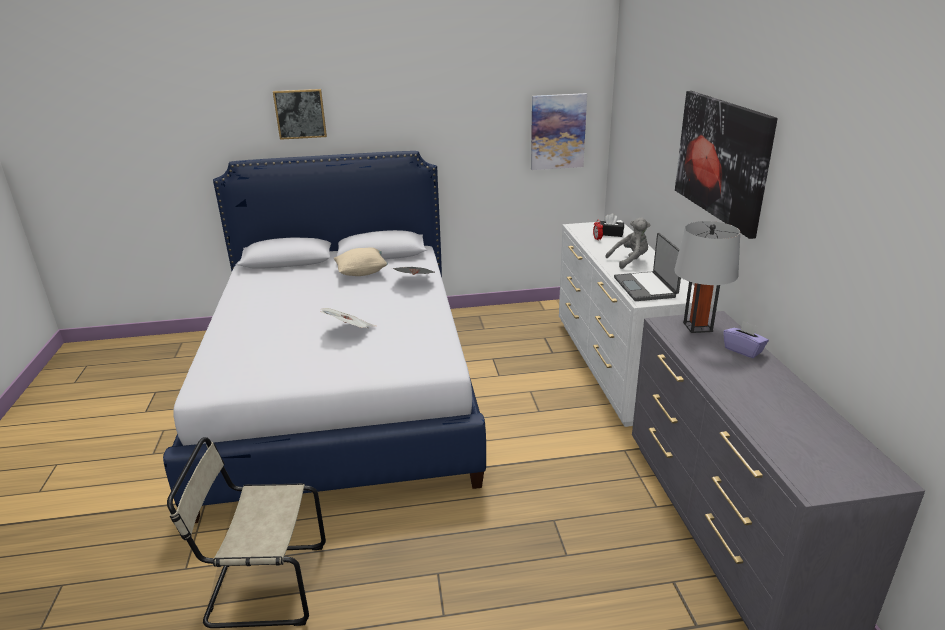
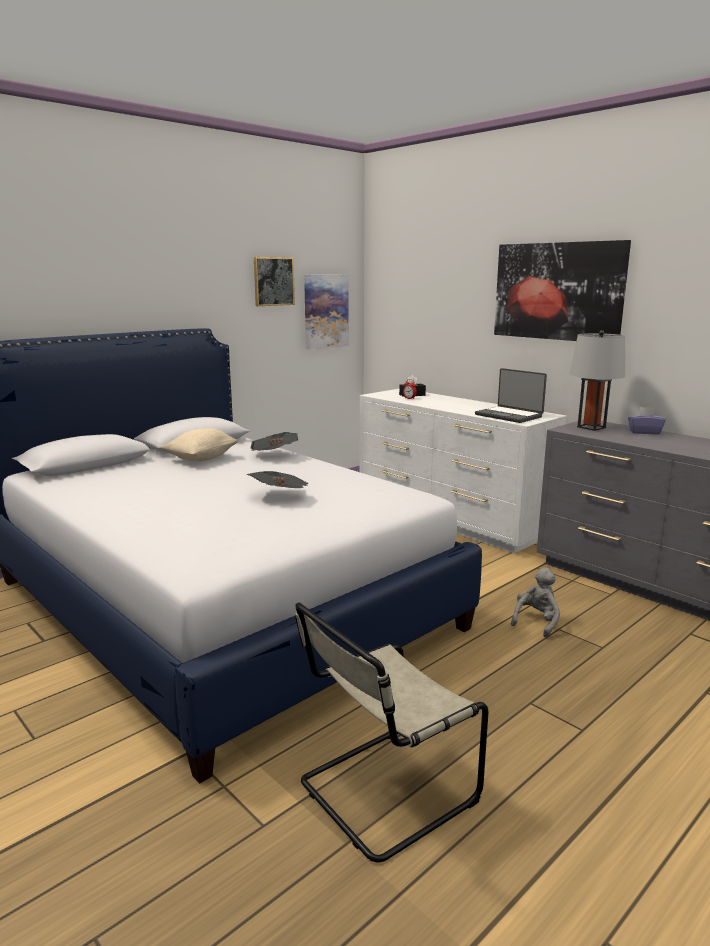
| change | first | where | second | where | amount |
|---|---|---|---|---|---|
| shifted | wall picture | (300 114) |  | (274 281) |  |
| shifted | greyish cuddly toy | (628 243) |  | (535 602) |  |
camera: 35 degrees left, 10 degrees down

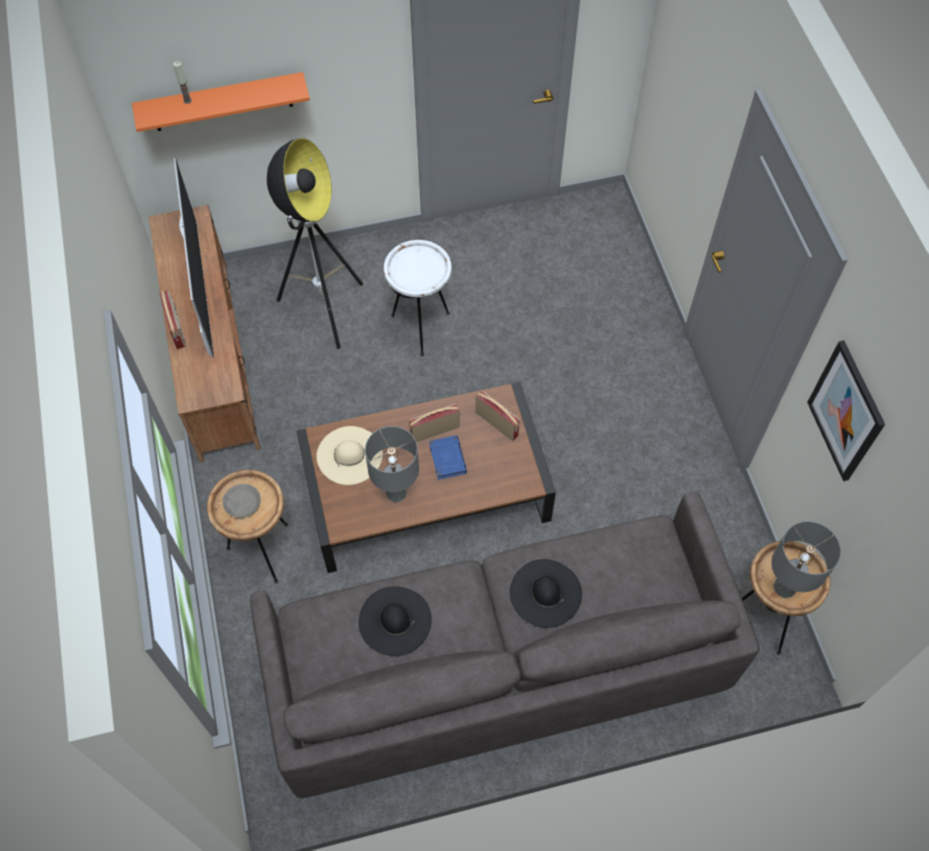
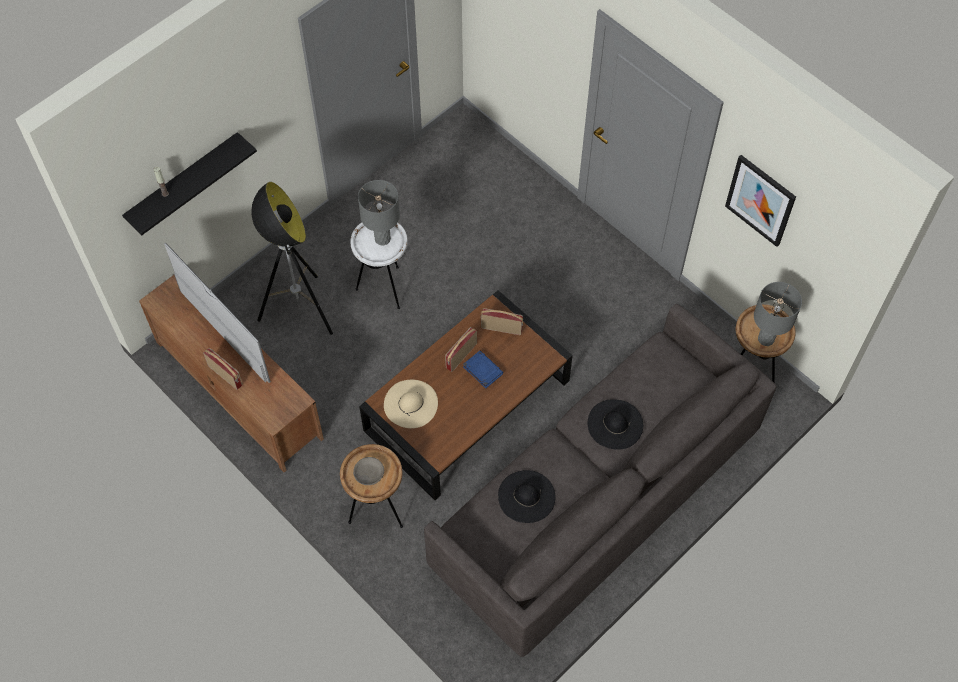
| change | first | where | second | where | amount |
|---|---|---|---|---|---|
| shifted | greyish tabletop lamp | (392 464) |  | (379 213) |  |
| repainted | orangey wall shelf | (221 102) | blackish wall shelf | (189 183) |  |
camera: 30 degrees left, 0 degrees up

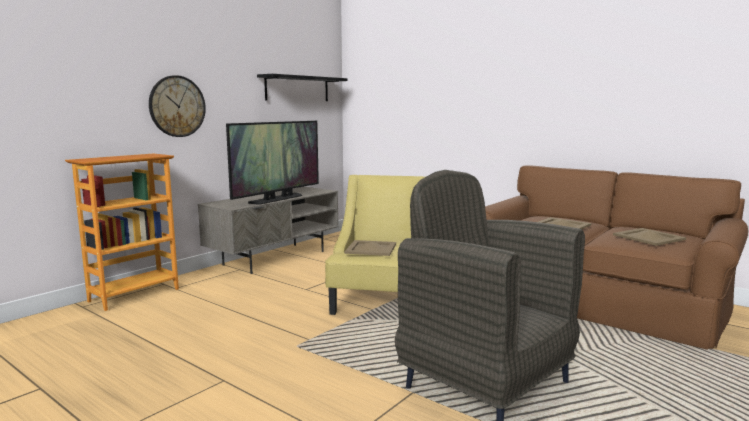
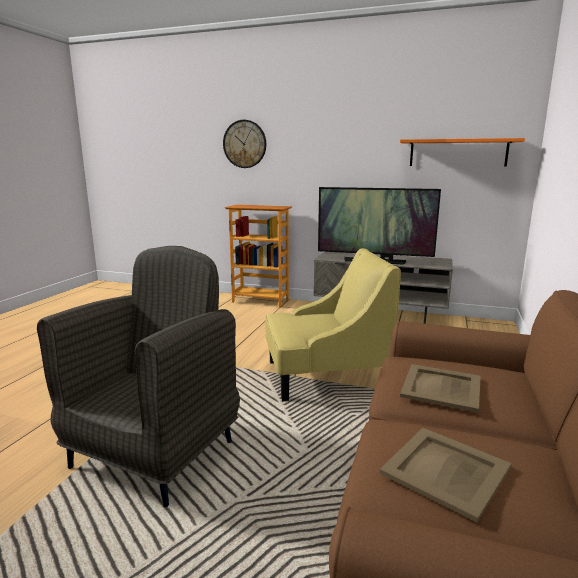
| change | first | where | second | where | amount |
|---|---|---|---|---|---|
| gone | beige-coloured serving tray | (370 248) |  |  |  |
| shifted | hanging clock | (177 106) |  | (244 144) |  |
| repainted | blackish wall shelf | (302 87) | orangey wall shelf | (462 152) |  |
camera: 70 degrees right, 5 degrees up

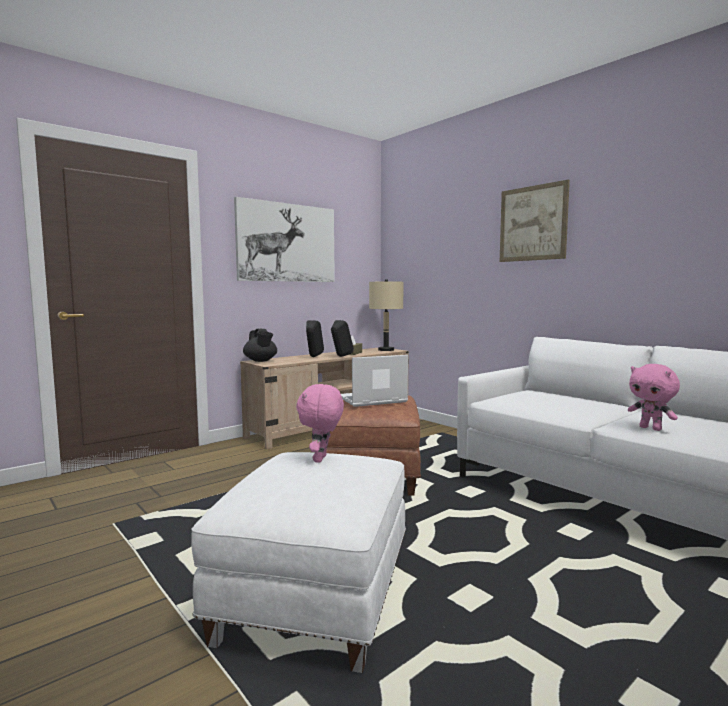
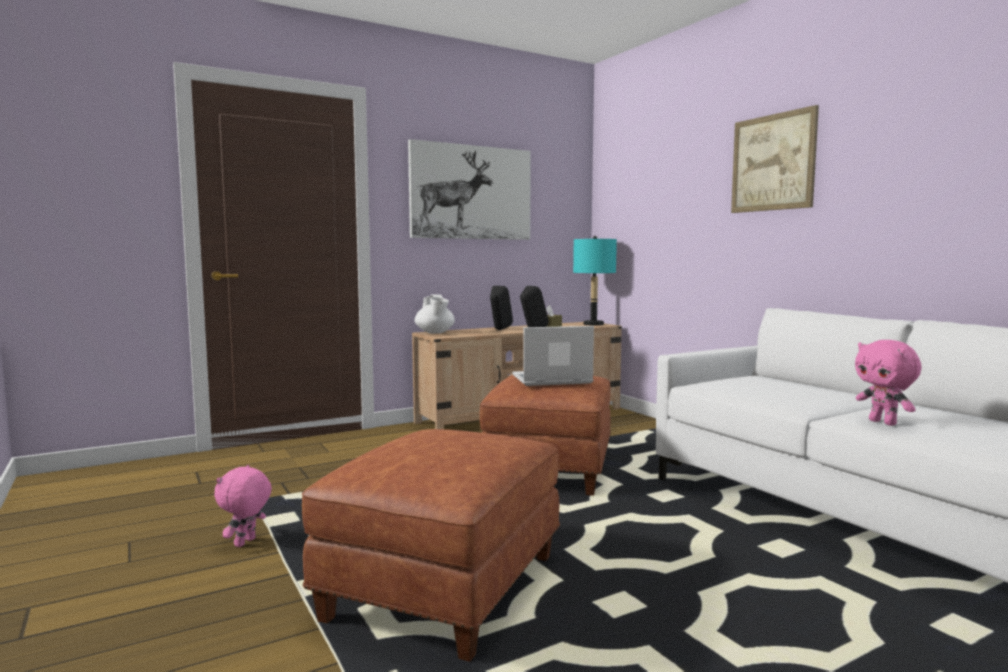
| change | first | where | second | where | amount |
|---|---|---|---|---|---|
| shifted | pink-coloured cuddly toy | (320 423) |  | (243 506) |  |
| repainted | white ottoman | (298 562) | brown-coloured ottoman | (431 545) |  |
| repainted | blackish tea pot | (260 345) | white tea pot | (435 313) |  |
| repainted | beige-coloured tabletop lamp | (386 315) | blue-green tabletop lamp | (595 281) |  |
camera: 10 degrees right, 0 degrees up

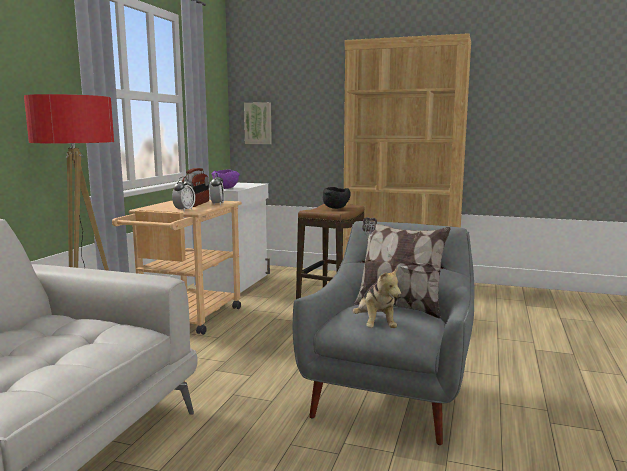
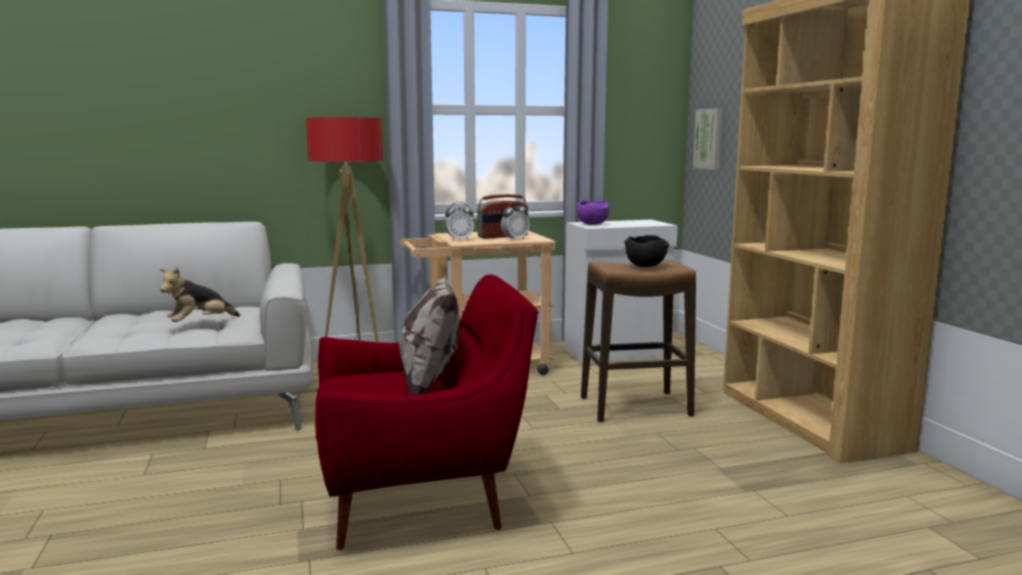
| change | first | where | second | where | amount |
|---|---|---|---|---|---|
| shifted | cuddly toy | (377 297) |  | (200 294) |  |
| repainted | greyish easy chair | (384 333) | red-coloured easy chair | (427 412) |  |
camera: 55 degrees right, 0 degrees up

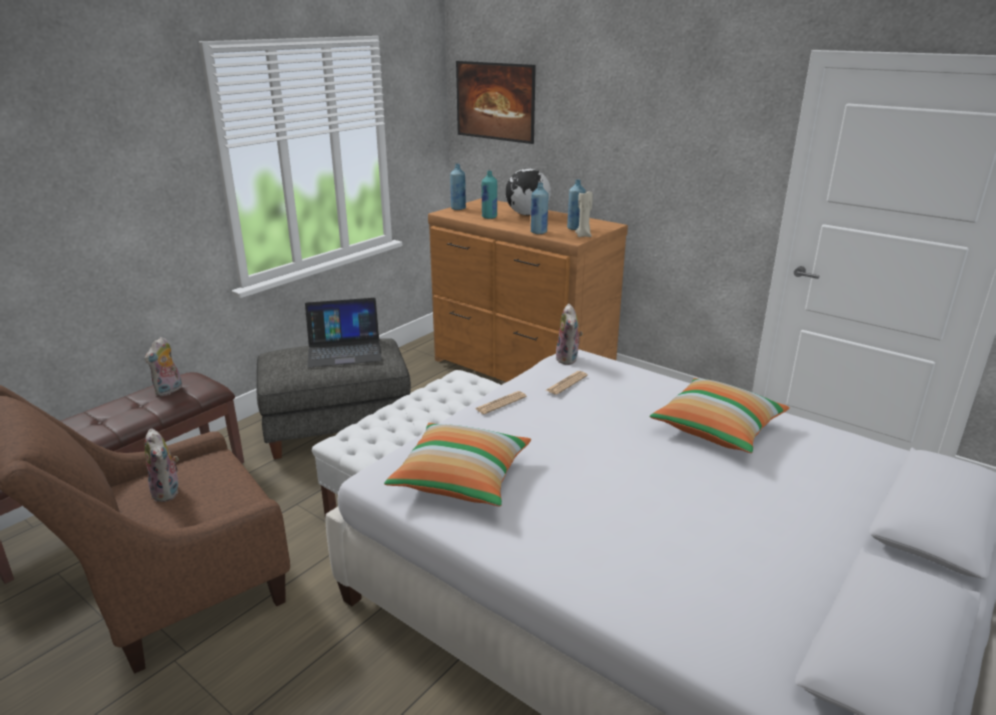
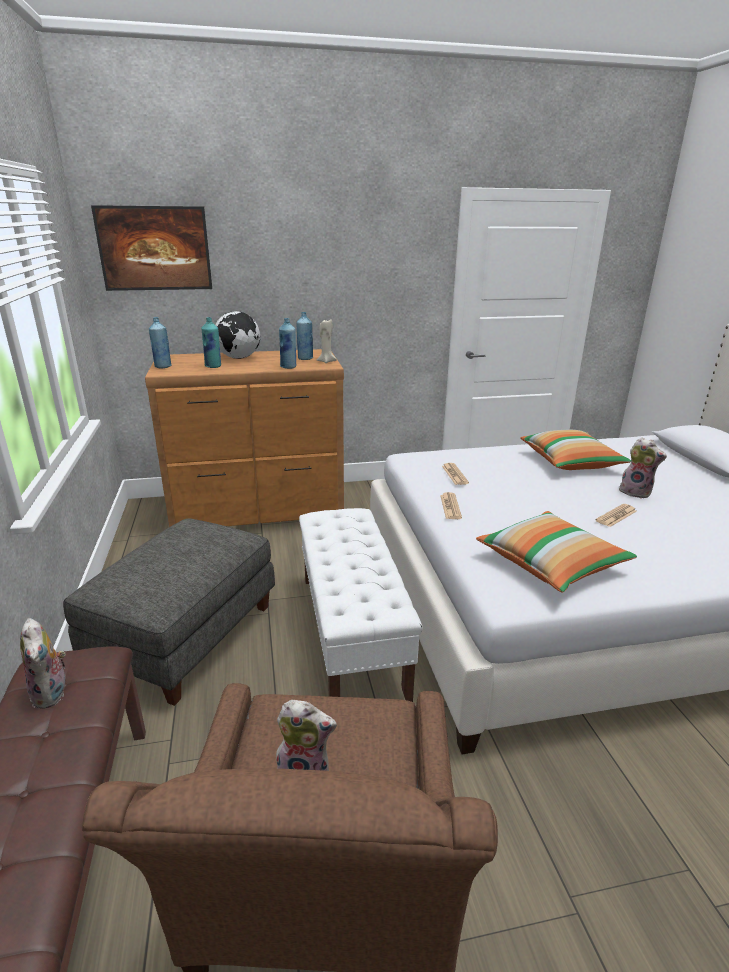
| change | first | where | second | where | amount |
|---|---|---|---|---|---|
| gone | notebook computer | (343 332) |  |  |  |
| new |  |  | printed paper | (616 515) |  |
| shifted | cuddly toy | (569 334) |  | (643 468) |  |
camera: 50 degrees left, 0 degrees up

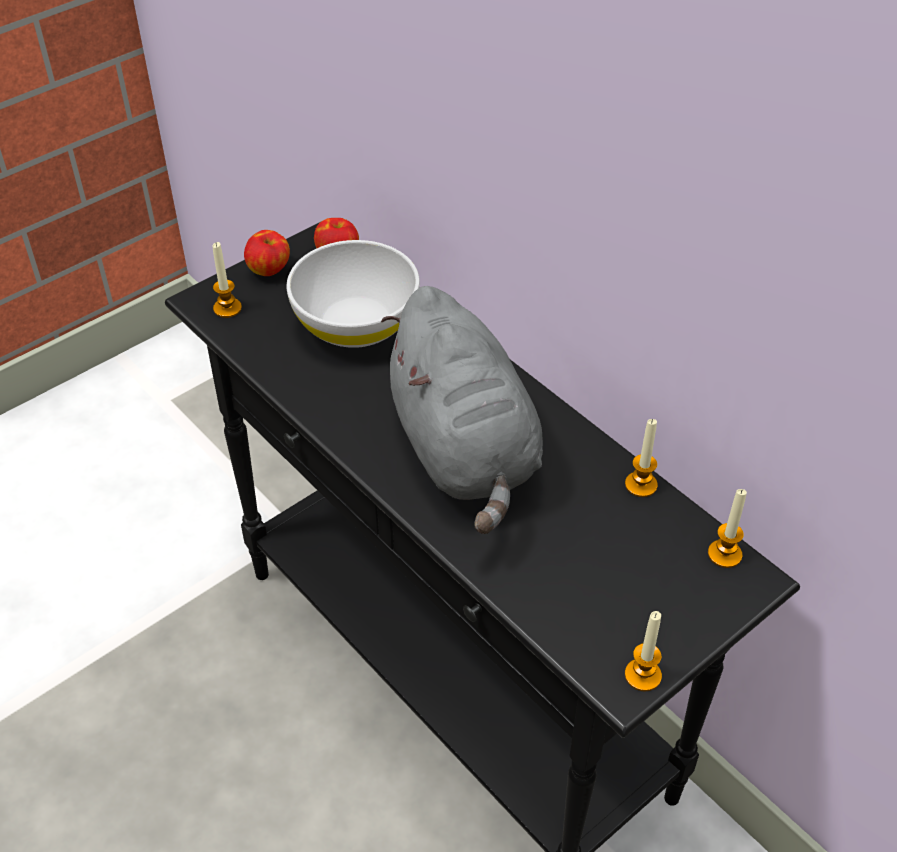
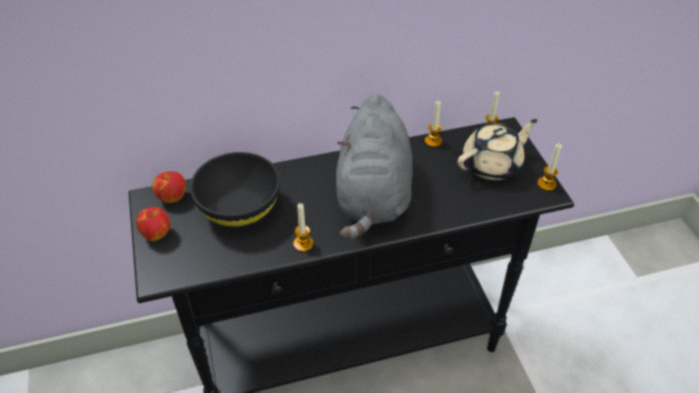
| change | first | where | second | where | amount |
|---|---|---|---|---|---|
| new |  |  | beige-coloured tea pot | (497 149) |  |
| shifted | candle | (227 280) |  | (303 227) |  |
| repainted | white bowl | (353 294) | blackish bowl | (235 189) |  |
| rotated | greyish cuddly toy | (462 410) |  | (374 167) | 90 degrees clockwise |
camera: 65 degrees left, 0 degrees up

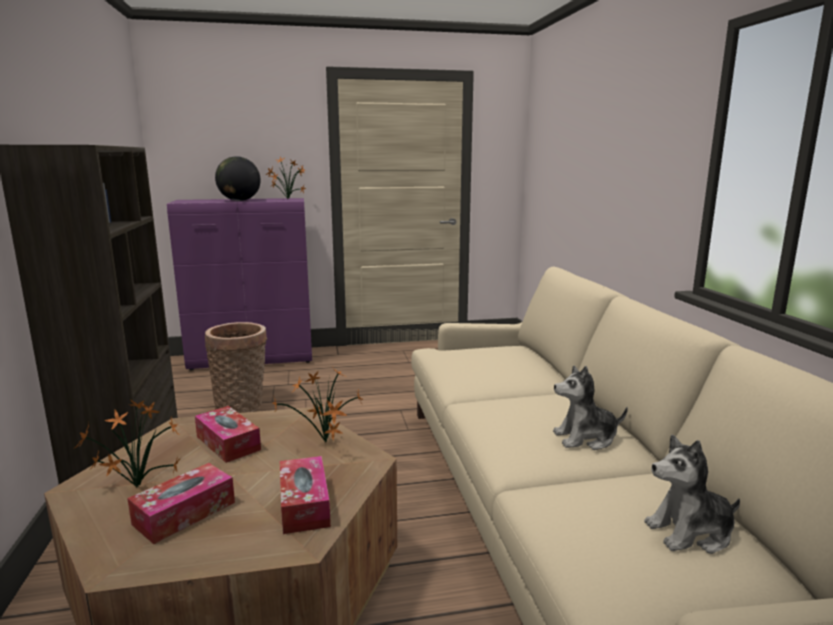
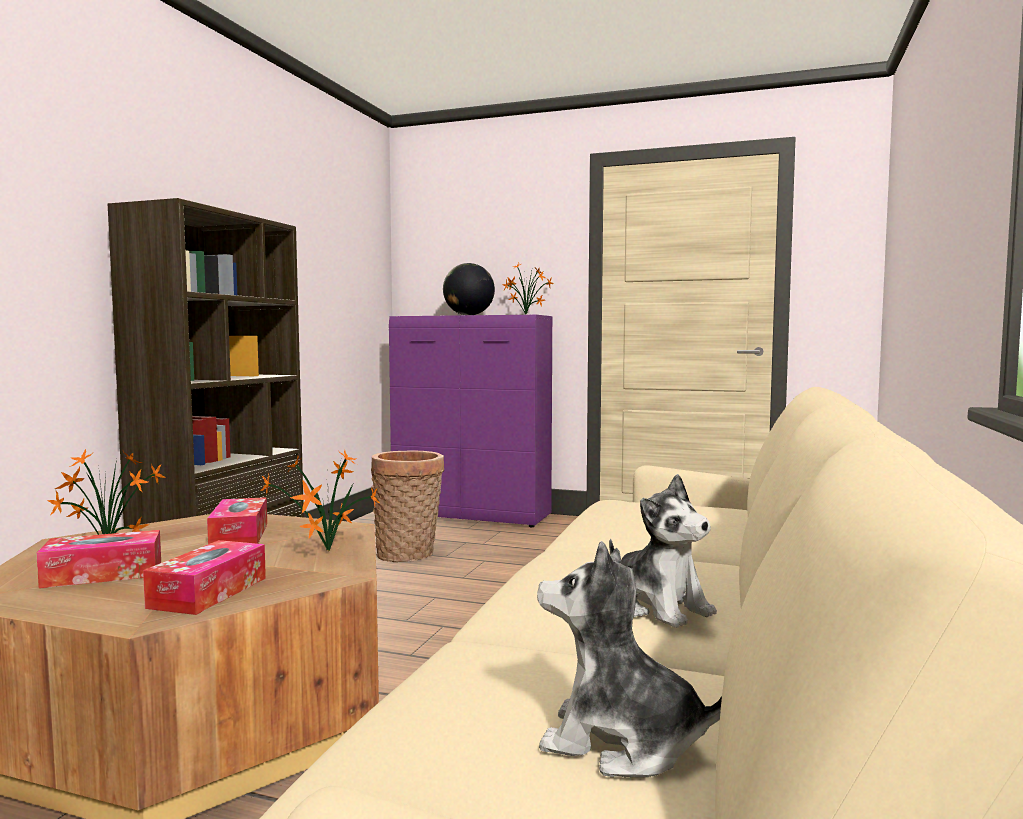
| change | first | where | second | where | amount |
|---|---|---|---|---|---|
| rotated | cuddly toy | (590 408) |  | (663 551) | 150 degrees counterclockwise |
camera: 30 degrees right, 10 degrees down

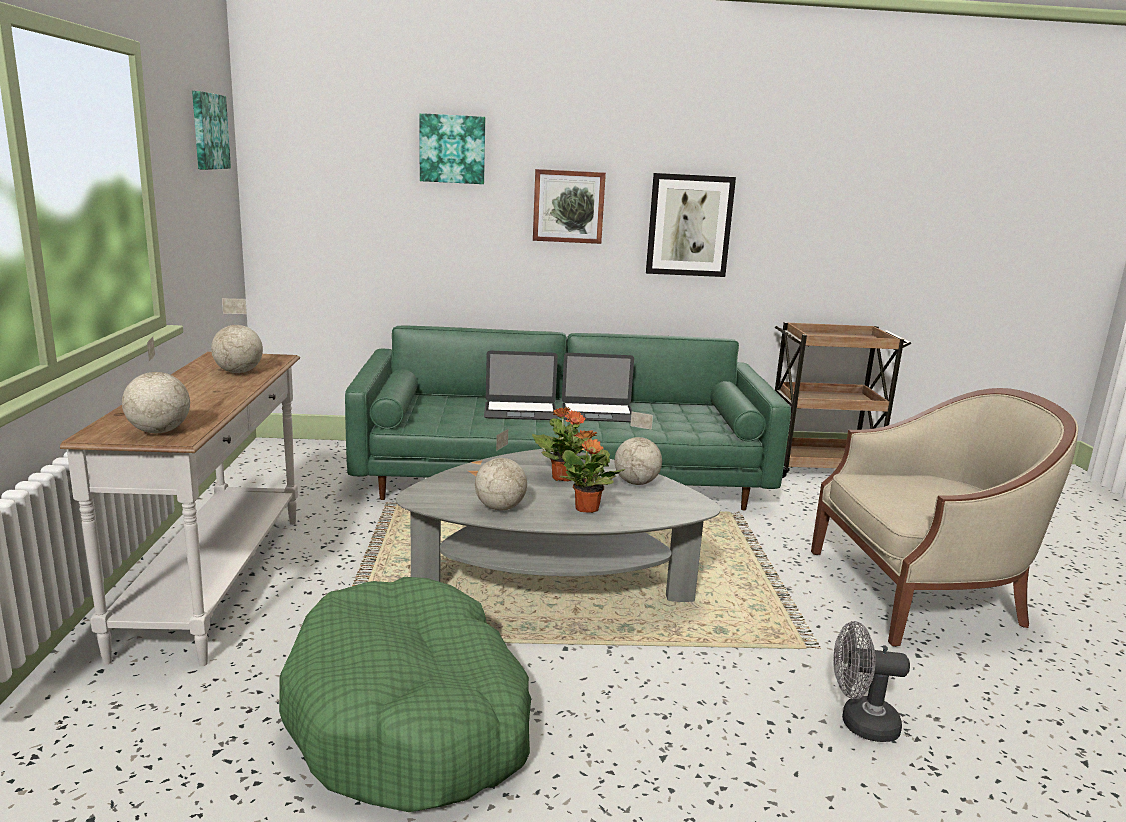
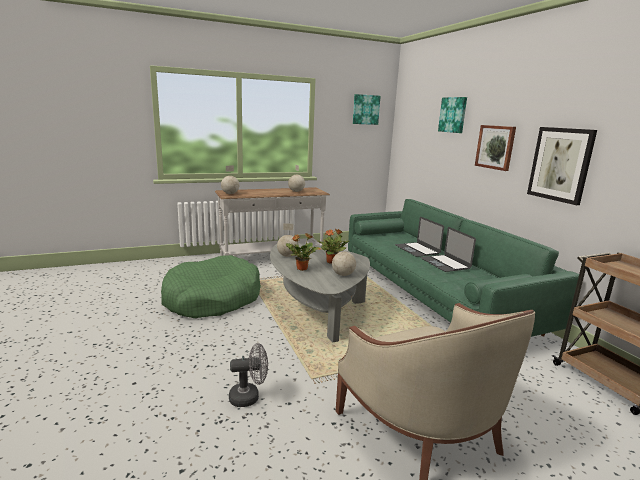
| change | first | where | second | where | amount |
|---|---|---|---|---|---|
| rotated | greyish electric fan | (871 681) |  | (248 375) | 90 degrees clockwise |
camera: 70 degrees right, 0 degrees up

